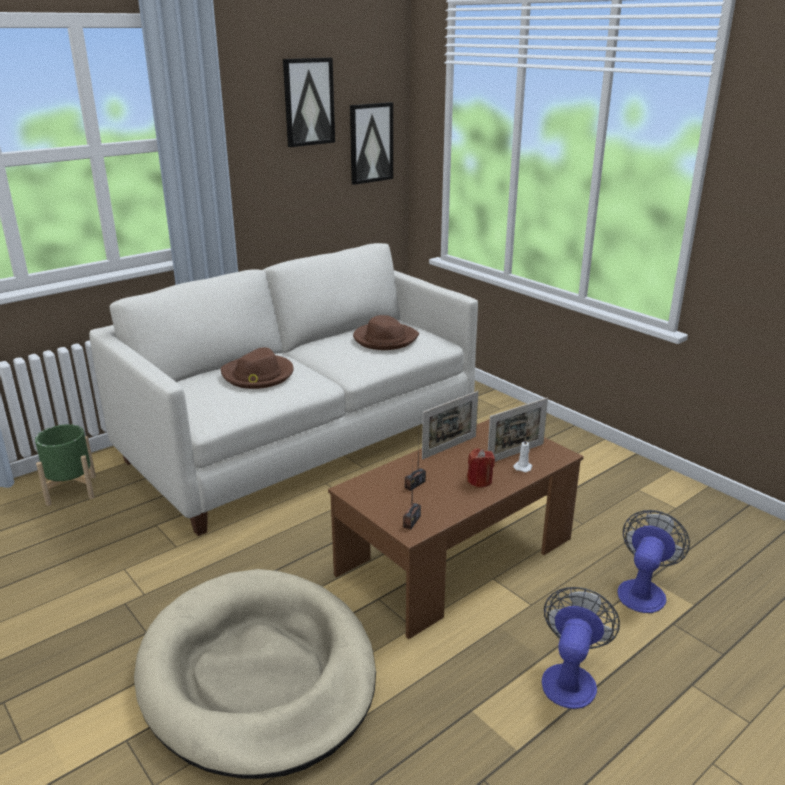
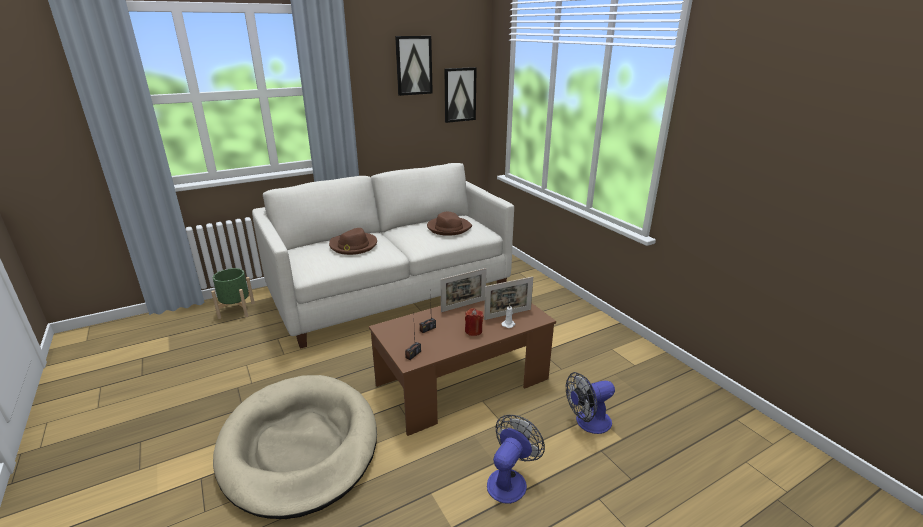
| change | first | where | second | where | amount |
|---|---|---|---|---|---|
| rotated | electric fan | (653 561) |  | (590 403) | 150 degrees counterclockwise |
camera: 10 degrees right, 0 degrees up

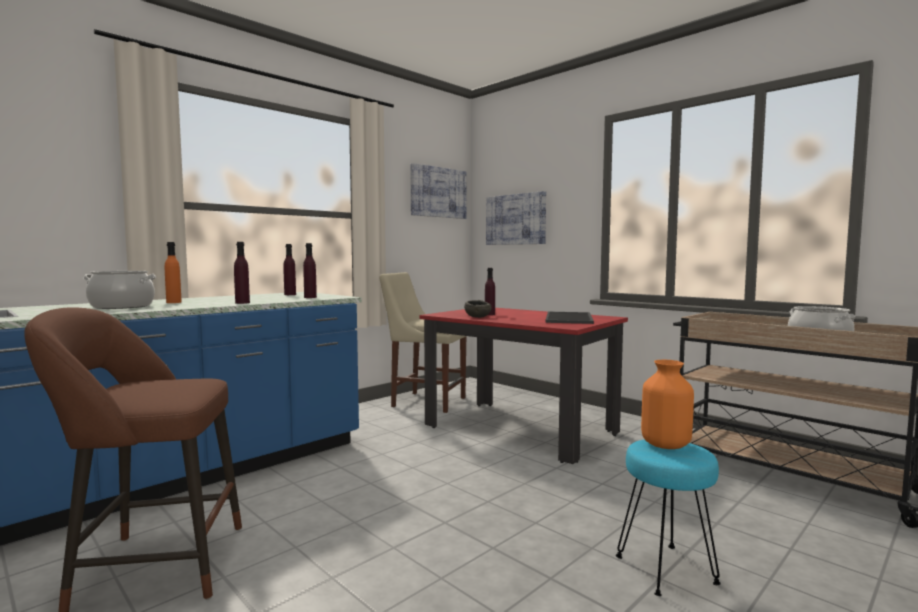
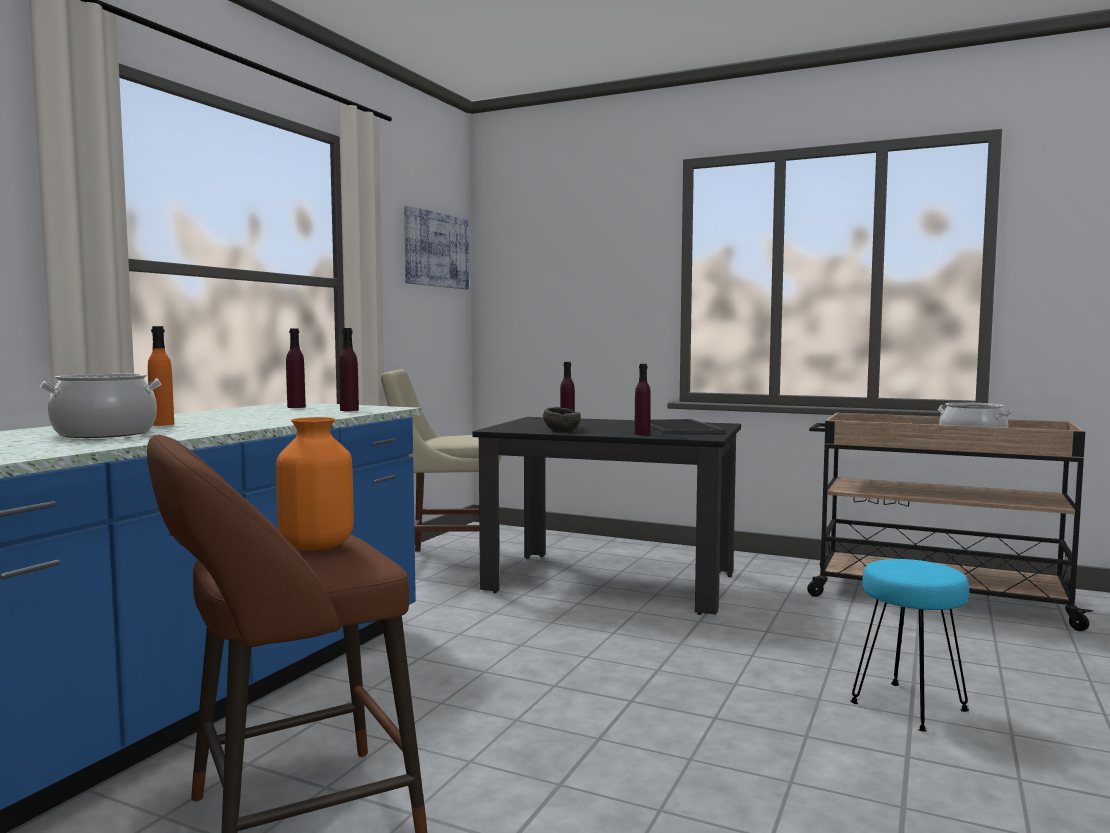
| change | first | where | second | where | amount |
|---|---|---|---|---|---|
| gone | wall picture | (516 218) |  |  |  |
| shifted | purple drink bottle | (242 273) |  | (643 399) |  |
| shifted | orangey decorative vase | (667 404) |  | (315 483) |  |
| repainted | red-coloured dinner table | (524 386) | blackish dinner table | (606 516) |  |
camera: 20 degrees left, 0 degrees up

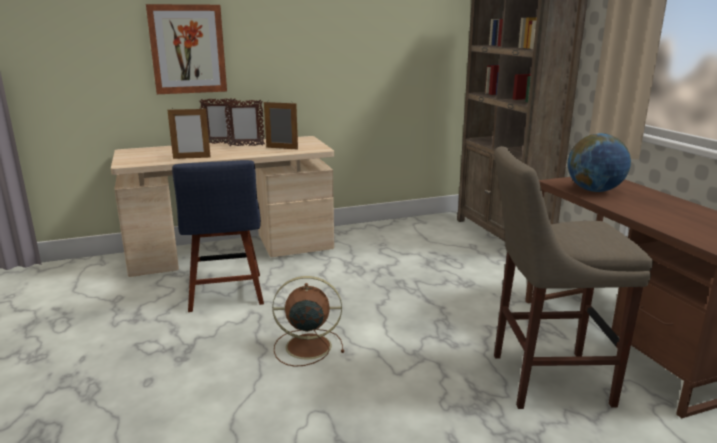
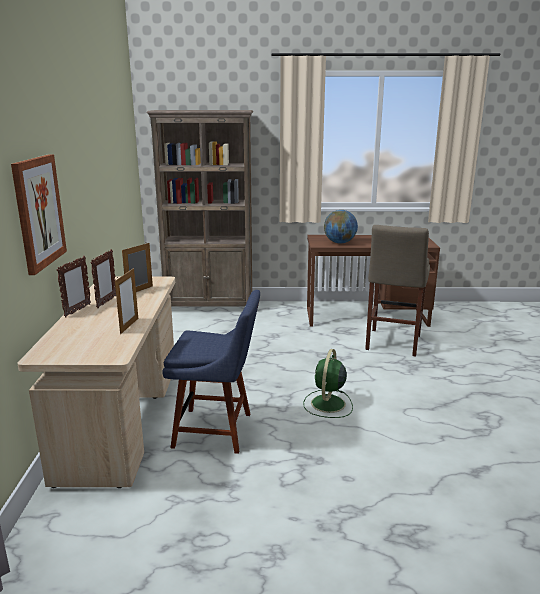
| change | first | where | second | where | amount |
|---|---|---|---|---|---|
| repainted | brown-coloured electric fan | (308 321) | green-coloured electric fan | (328 383) |  |
camera: 70 degrees left, 0 degrees up

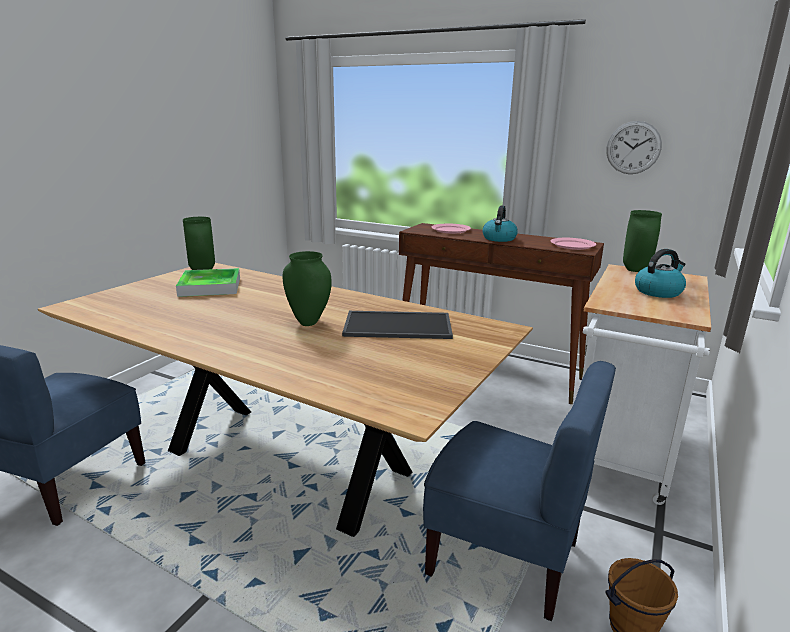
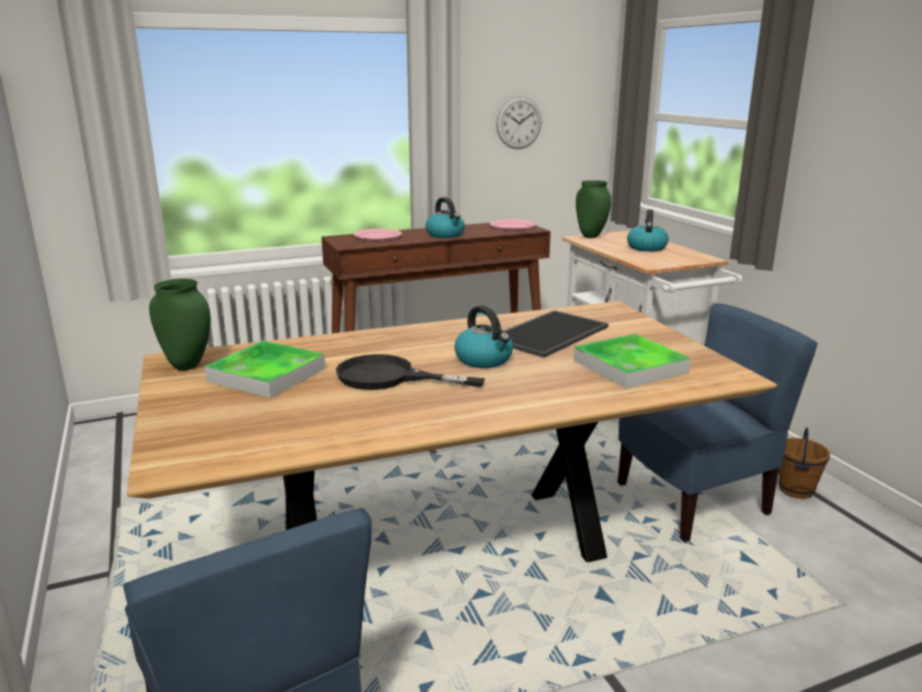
| change | first | where | second | where | amount |
|---|---|---|---|---|---|
| new |  |  | blackish frying pan | (410 372) |  |
| new |  |  | serving tray | (632 361) |  |
| swapped | green-coloured decorative vase | (307 288) | water kettle | (483 337) |  |
camera: 50 degrees left, 0 degrees up

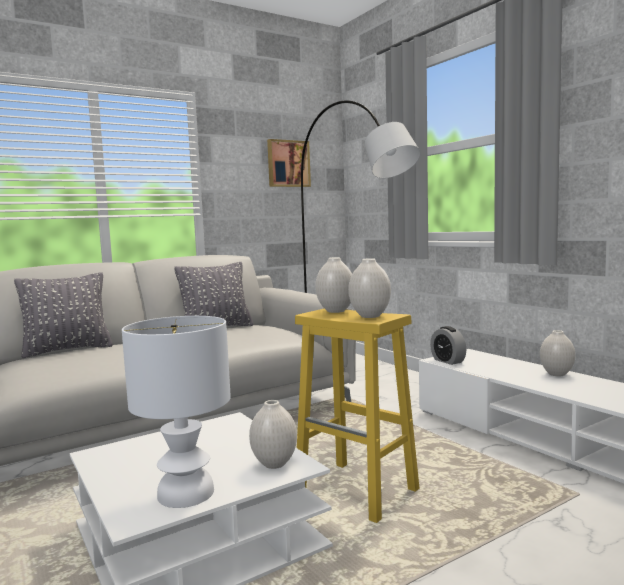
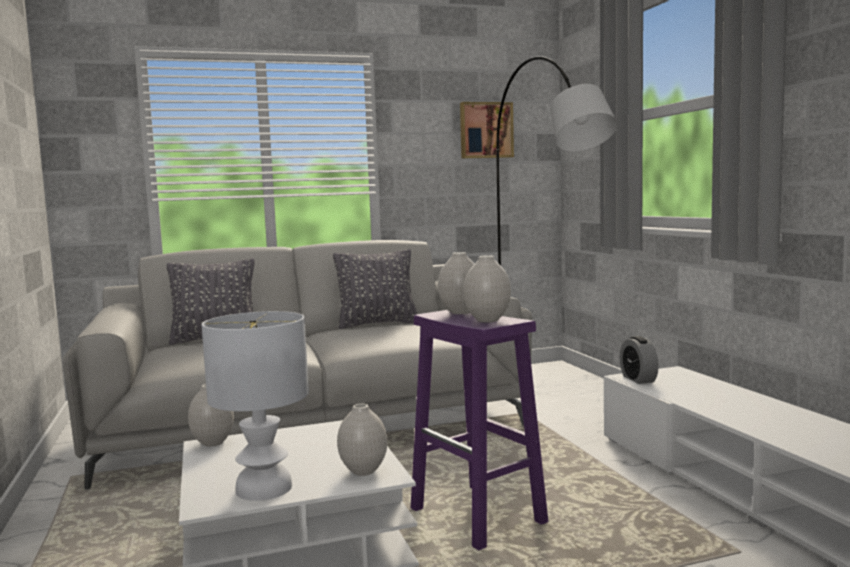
| change | first | where | second | where | amount |
|---|---|---|---|---|---|
| shifted | white decorative vase | (558 353) |  | (211 415) |  |
| repainted | yellowish stool | (357 416) | purple stool | (479 430) |  |
camera: 15 degrees right, 0 degrees up

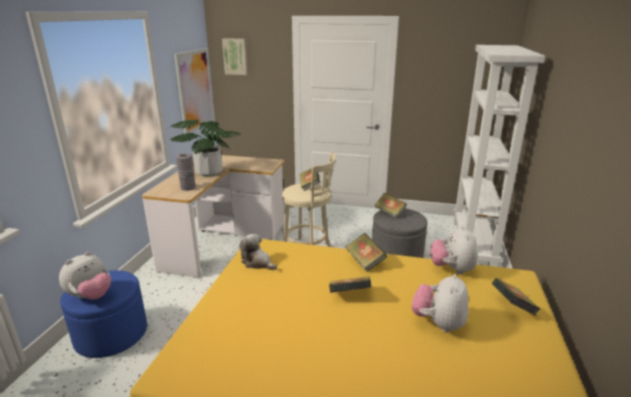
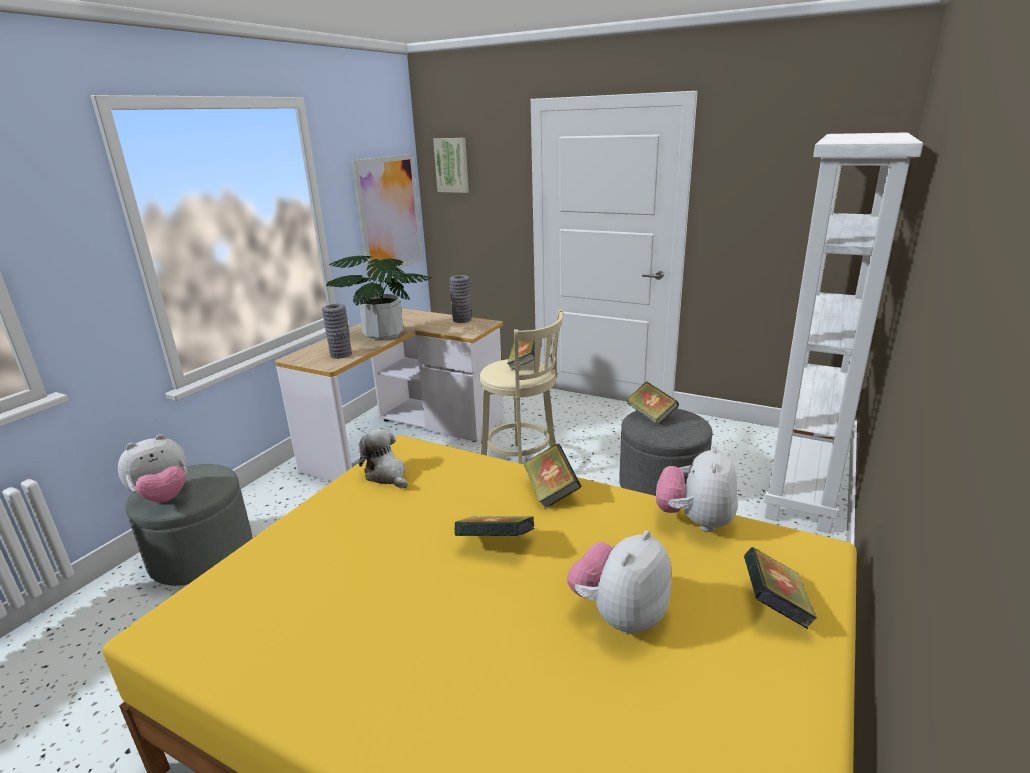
| change | first | where | second | where | amount |
|---|---|---|---|---|---|
| new |  |  | greyish decorative vase | (460 299) |  |
| repainted | blue-coloured ottoman | (103 314) | greyish ottoman | (188 524) |  |
camera: 15 degrees right, 0 degrees up

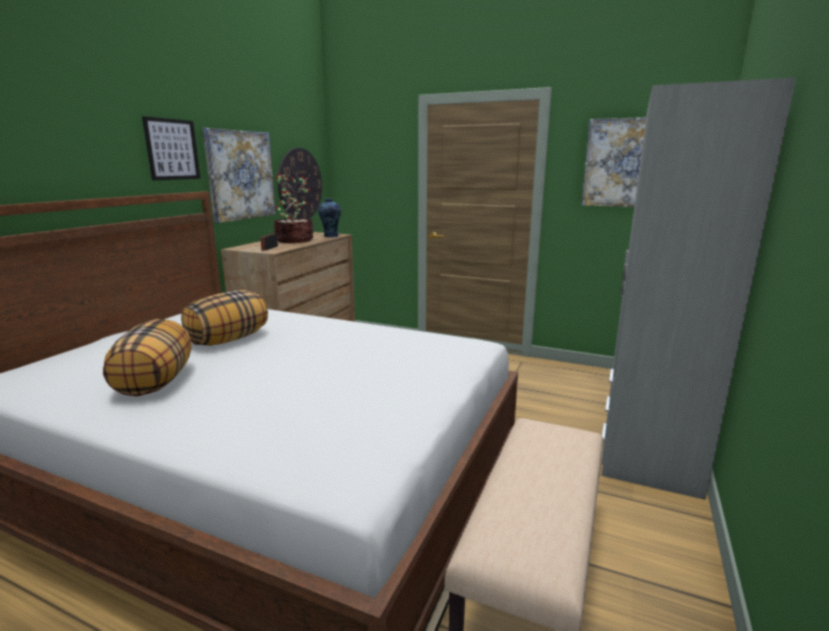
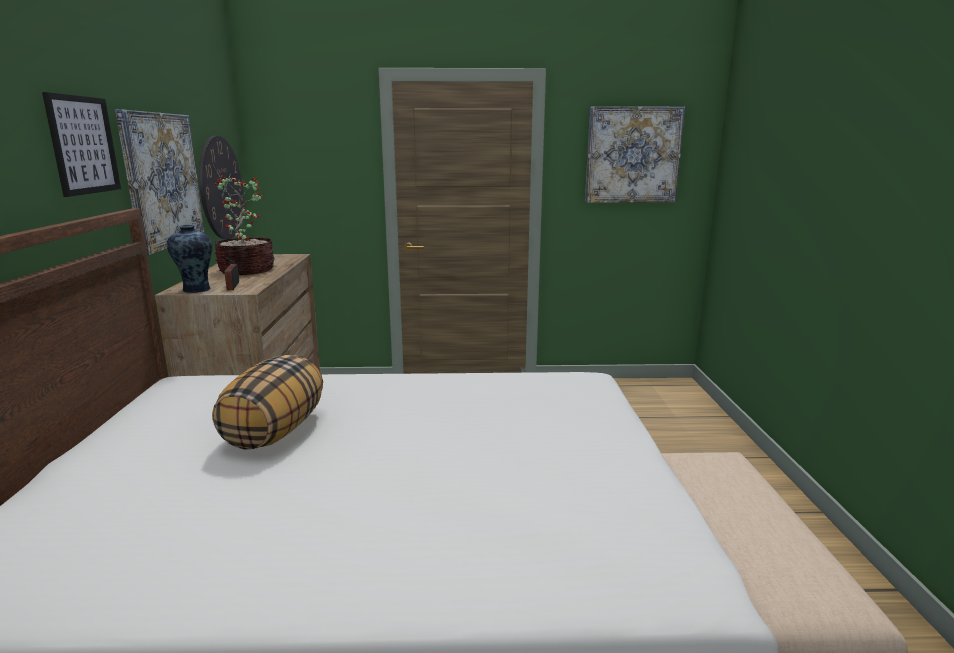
| change | first | where | second | where | amount |
|---|---|---|---|---|---|
| gone | cushion | (147 357) |  |  |  |
| gone | greyish clothes cupboard | (698 288) |  |  |  |
| shifted | decorative vase | (329 218) |  | (190 259) |  |
camera: 25 degrees left, 0 degrees up

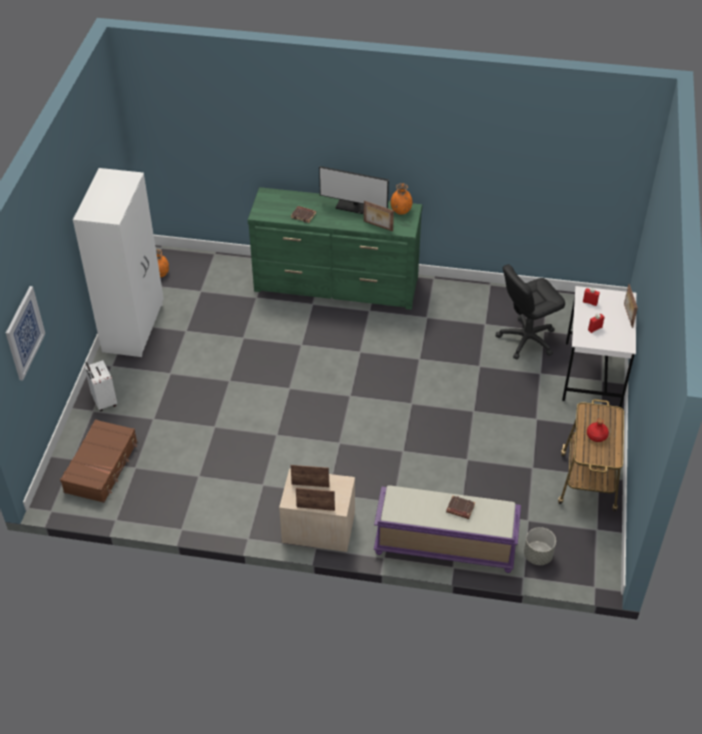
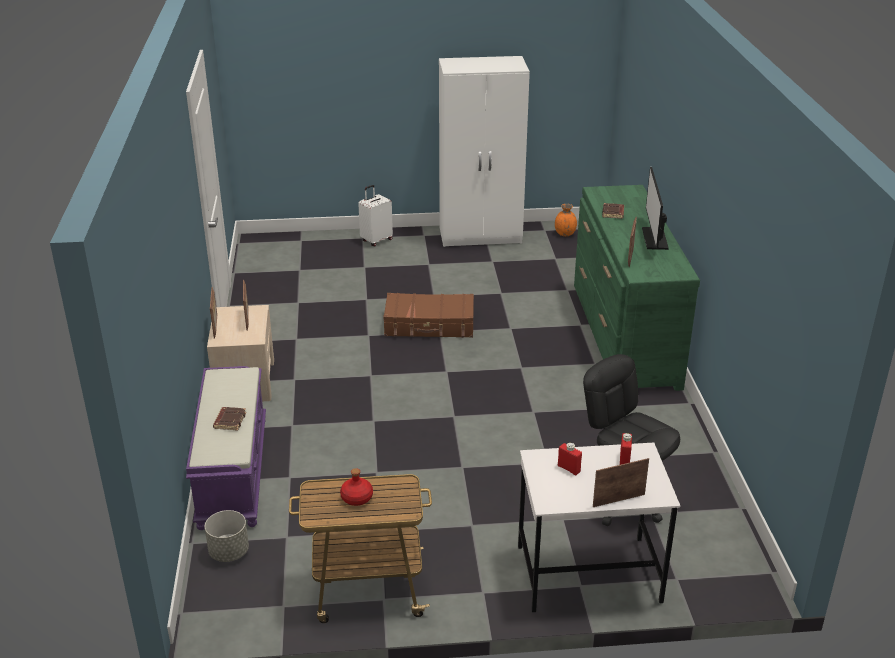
| change | first | where | second | where | amount |
|---|---|---|---|---|---|
| gone | wall picture | (25 333) |  |  |  |
| gone | orangey decorative vase | (401 199) |  |  |  |
| shifted | brown-coloured travel case | (98 461) |  | (428 315) |  |
camera: 75 degrees right, 15 degrees down

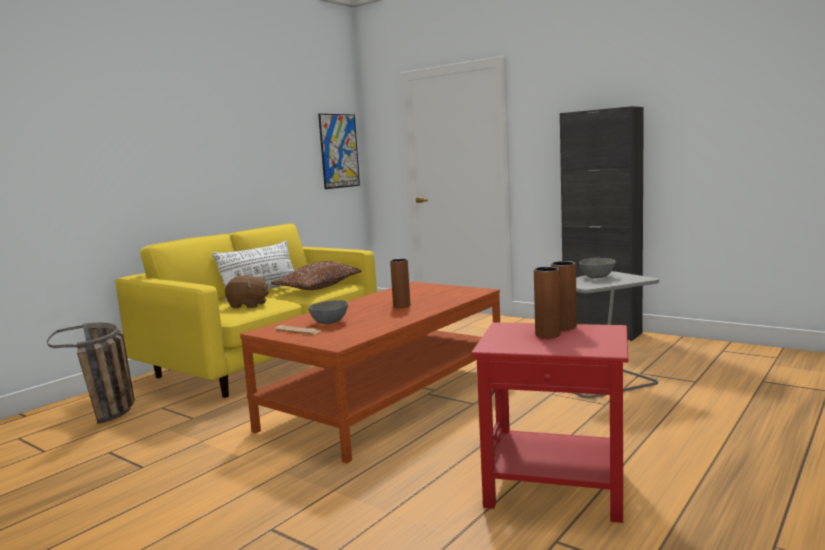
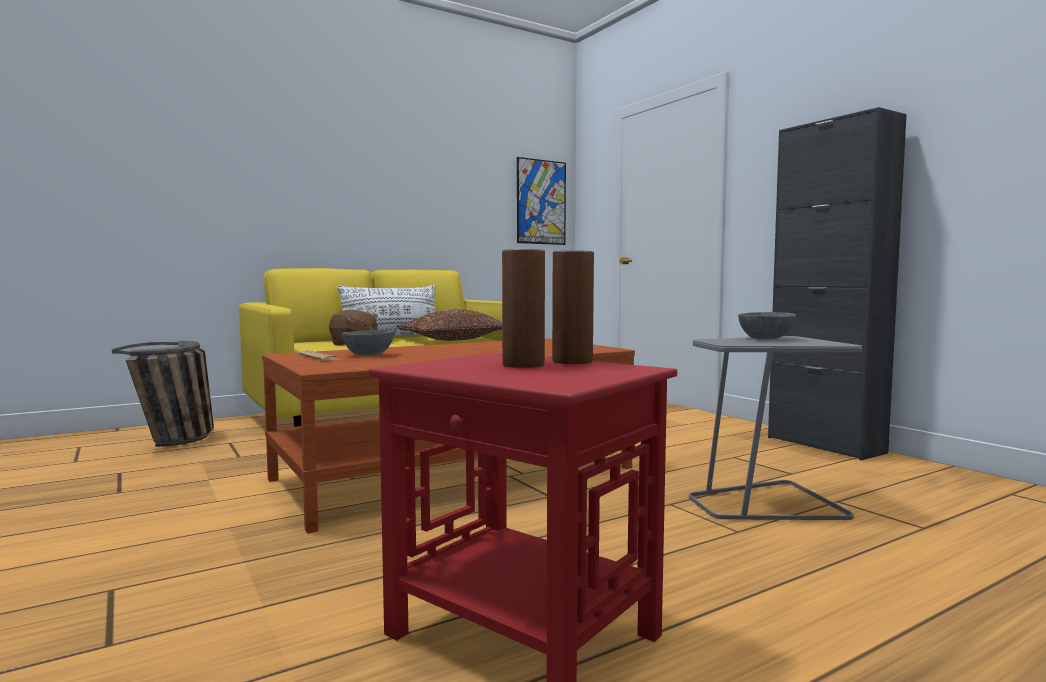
| change | first | where | second | where | amount |
|---|---|---|---|---|---|
| gone | brown-coloured decorative vase | (400 283) |  |  |  |
camera: 20 degrees right, 5 degrees down

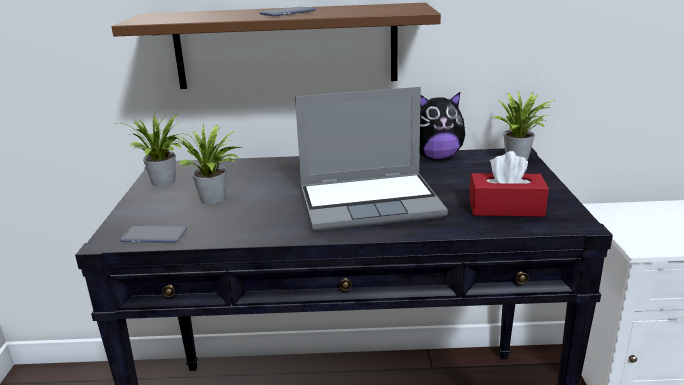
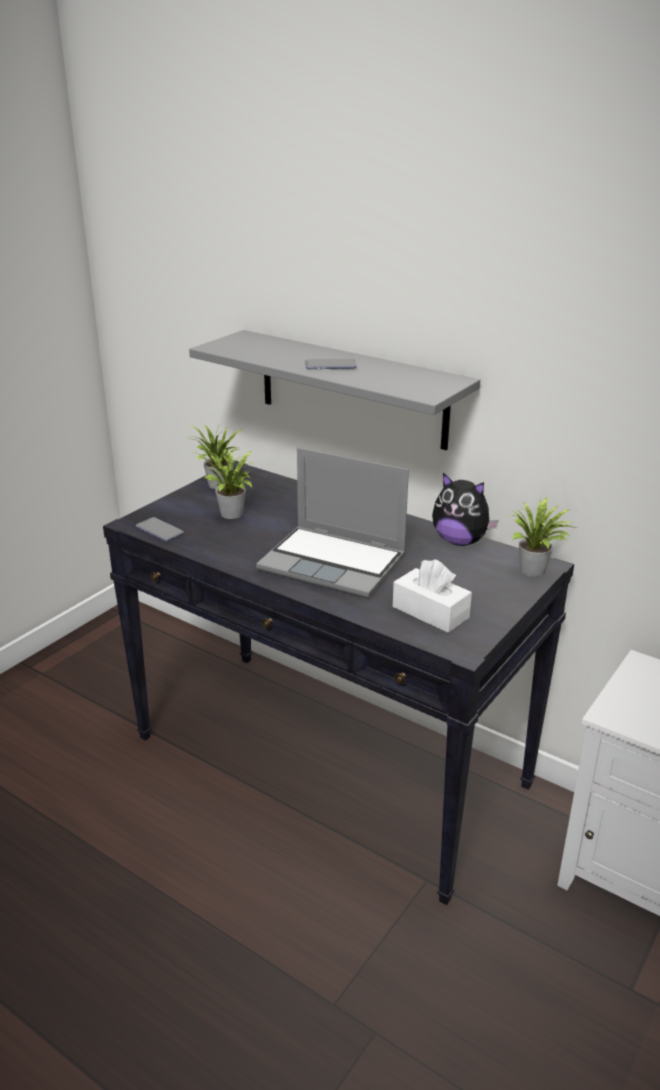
| change | first | where | second | where | amount |
|---|---|---|---|---|---|
| repainted | brown-coloured wall shelf | (276 46) | greyish wall shelf | (334 390) |  |
| repainted | red-coloured box of tissues | (509 184) | white box of tissues | (432 596) |  |
camera: 35 degrees right, 5 degrees up

